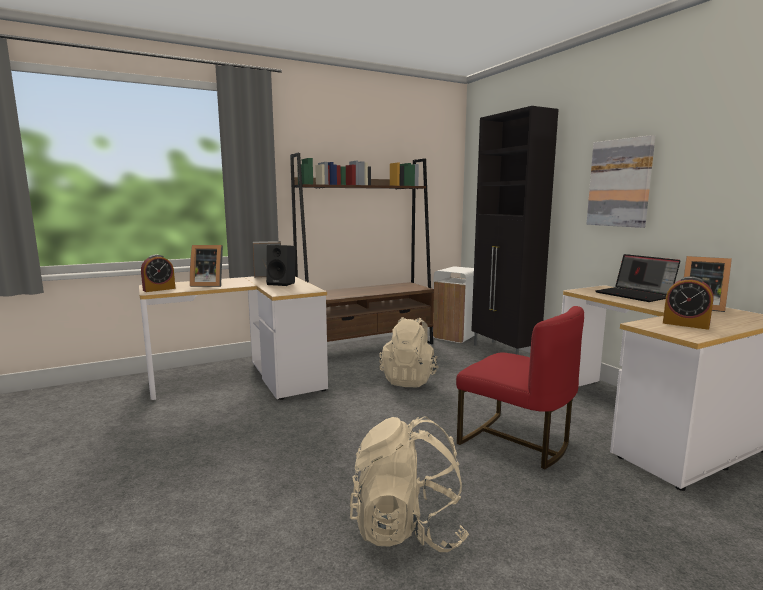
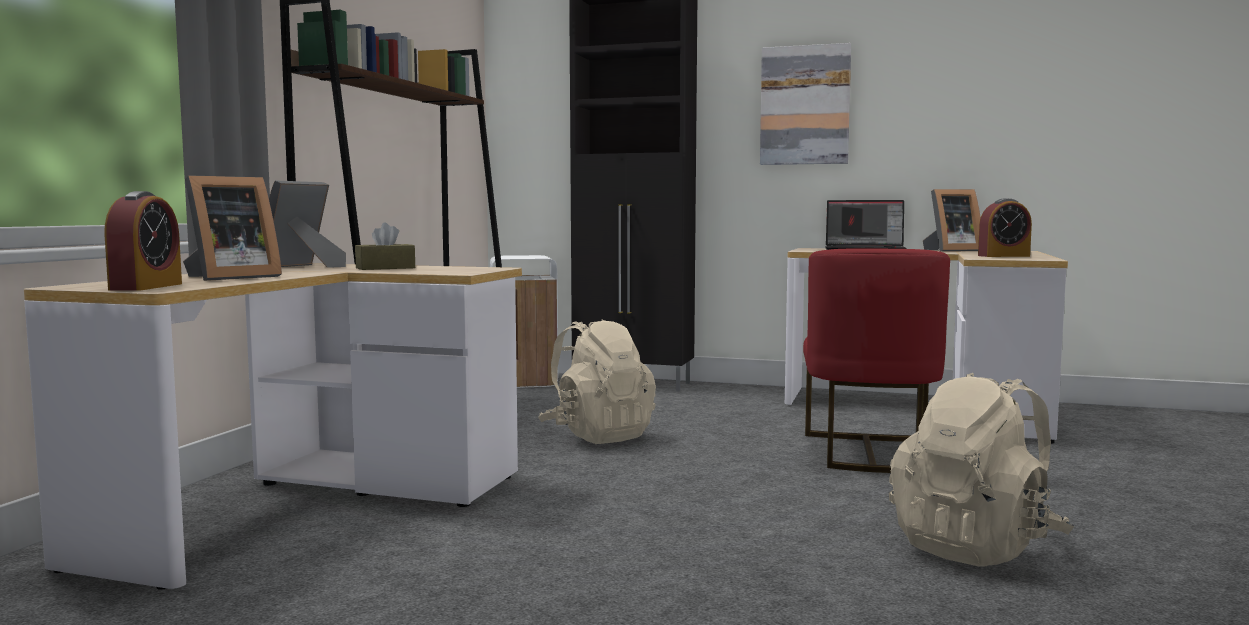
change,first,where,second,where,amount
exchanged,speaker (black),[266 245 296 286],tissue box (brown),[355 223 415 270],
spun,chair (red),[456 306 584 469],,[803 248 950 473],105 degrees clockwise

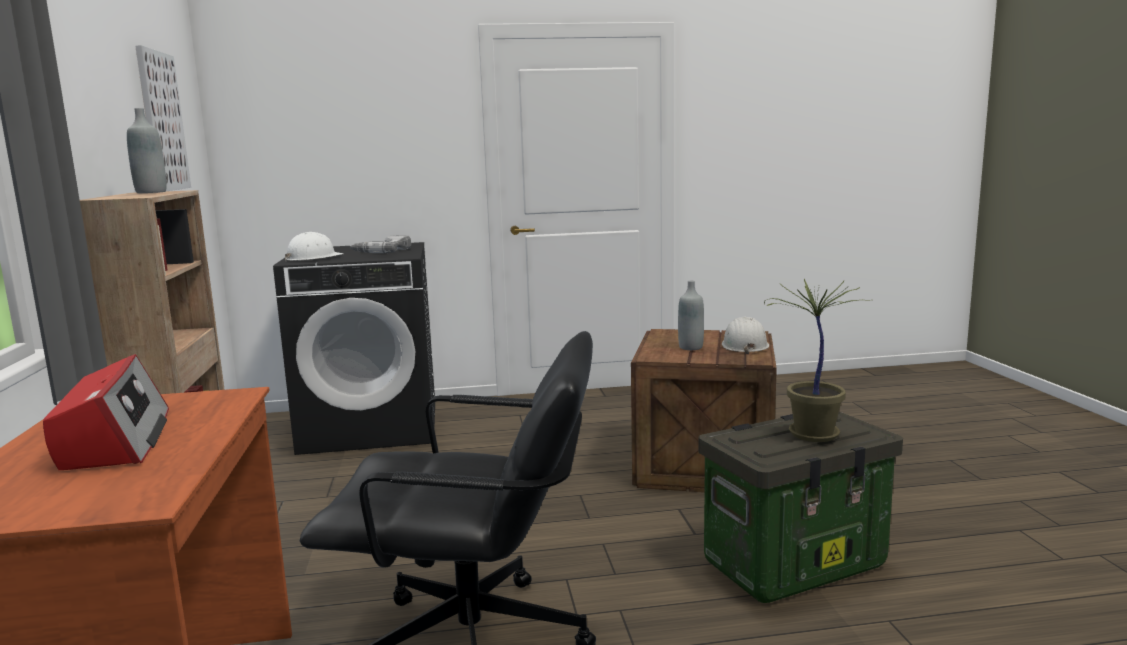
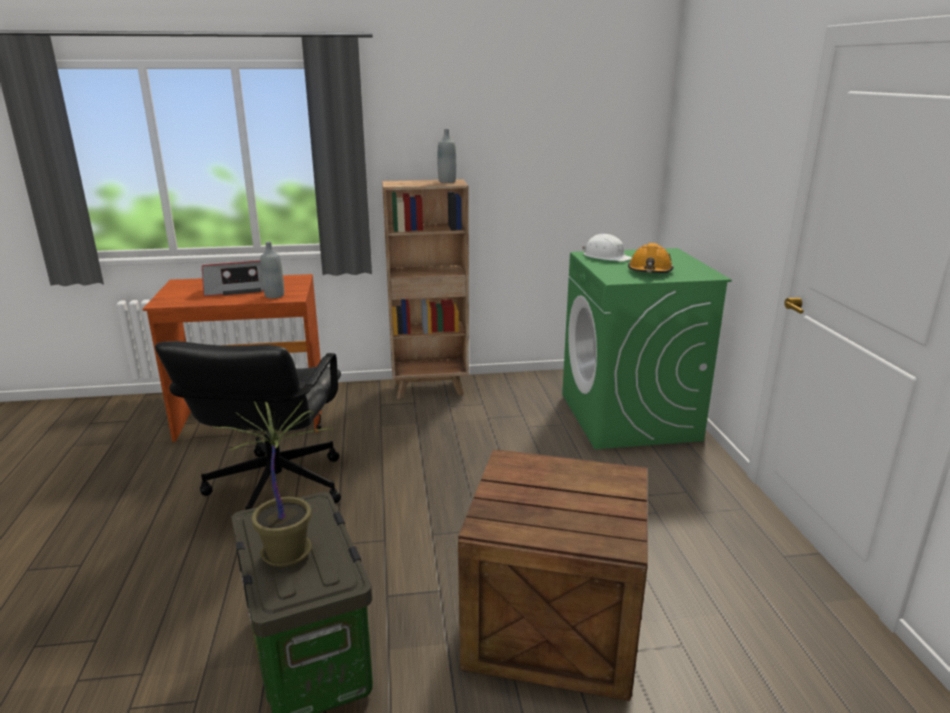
change,first,where,second,where,amount
missing,picture,[135 45 191 191],,,
colour,washing machine (black),[273 242 435 455],washing machine (green),[562 248 732 449],
exchanged,power drill,[350 235 411 253],hard hat (orange),[628 243 673 273],
relocated,bottle (grey),[678 281 704 350],,[260 242 284 298],
missing,hard hat (white),[722 317 769 354],,,

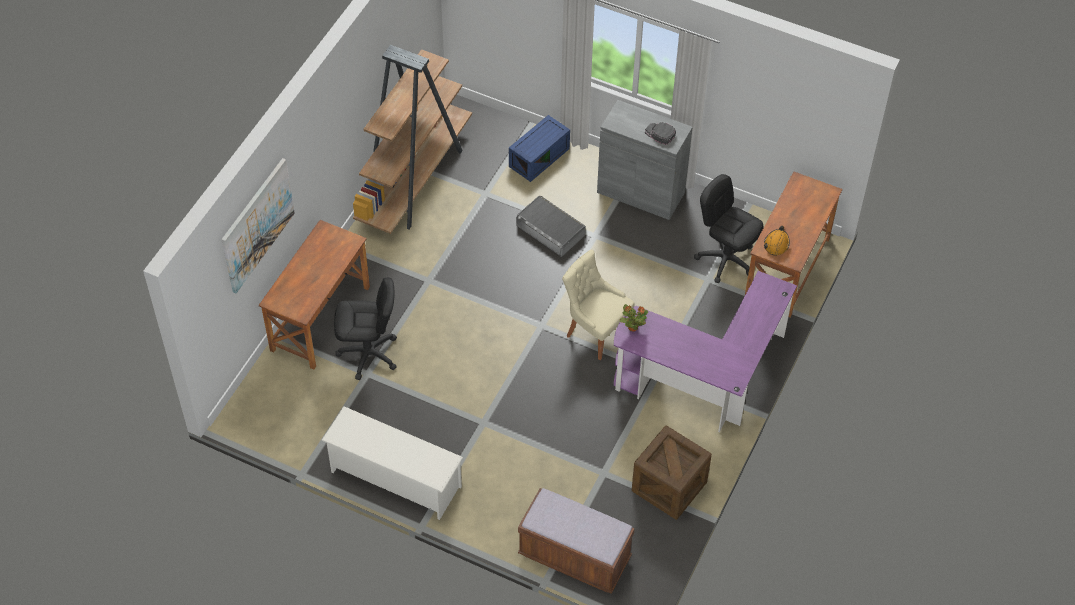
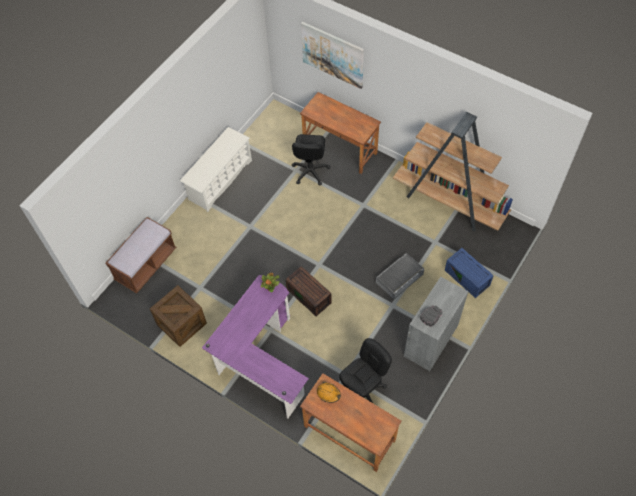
change,first,where,second,where,amount
exchanged,chair (beige),[562 249 635 360],storage box (brown),[286 266 332 316],

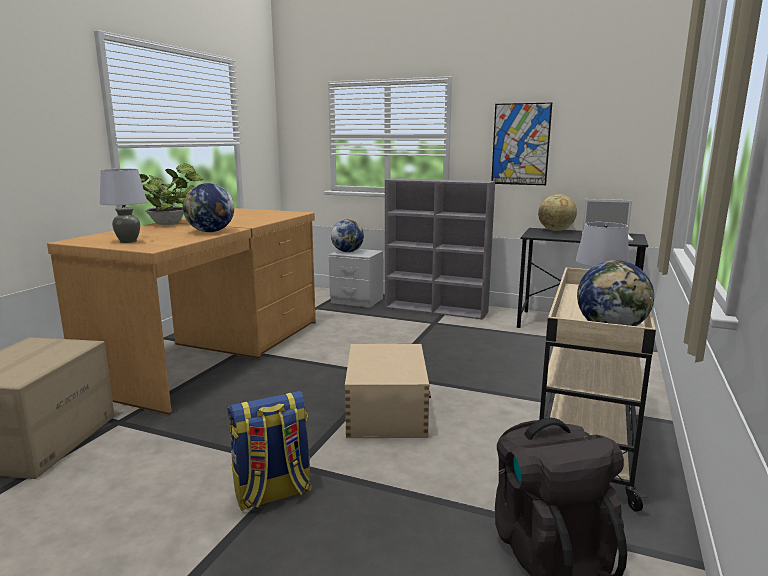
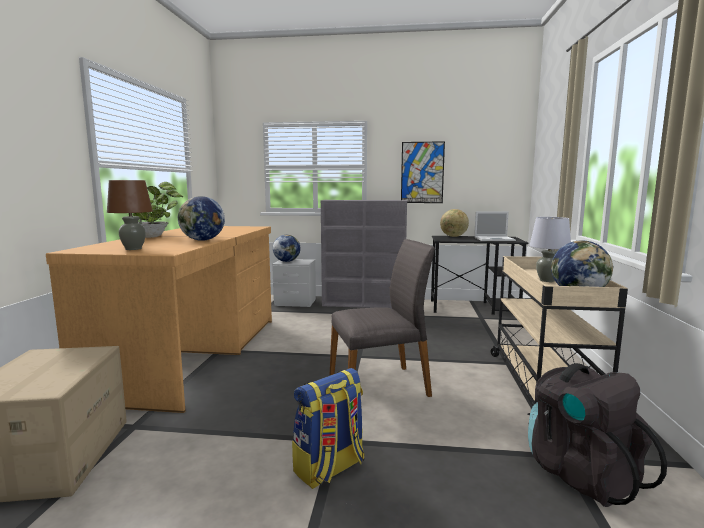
change,first,where,second,where,amount
colour,table lamp (grey),[100 169 147 243],table lamp (brown),[107 180 153 250],
exchanged,storage box (beige),[345 344 431 438],chair (grey),[330 239 435 397],

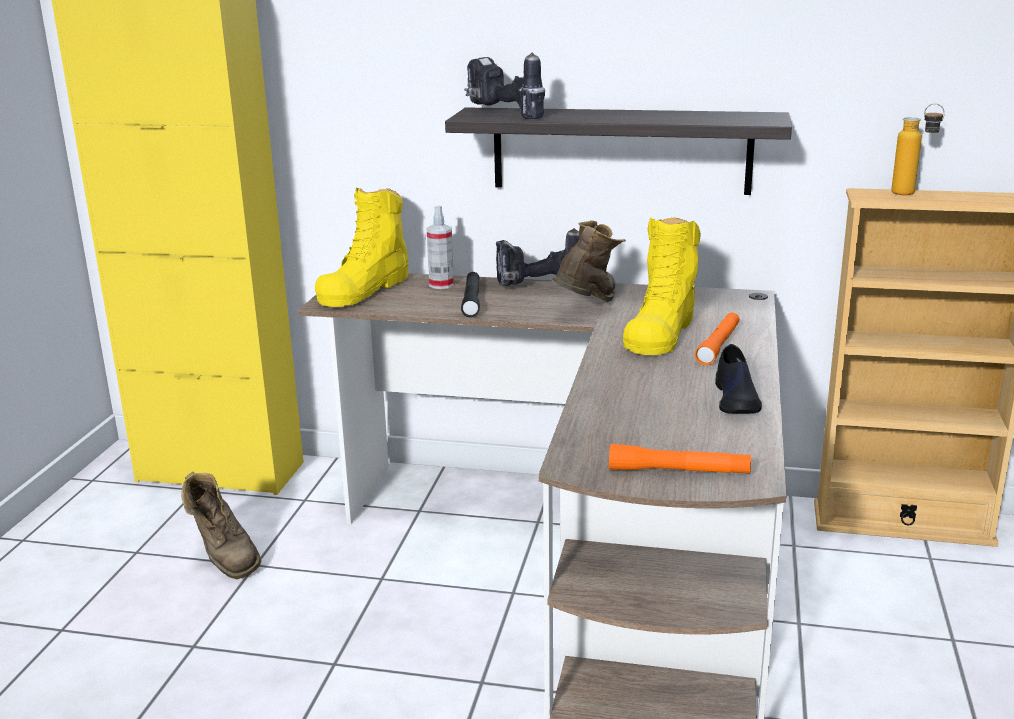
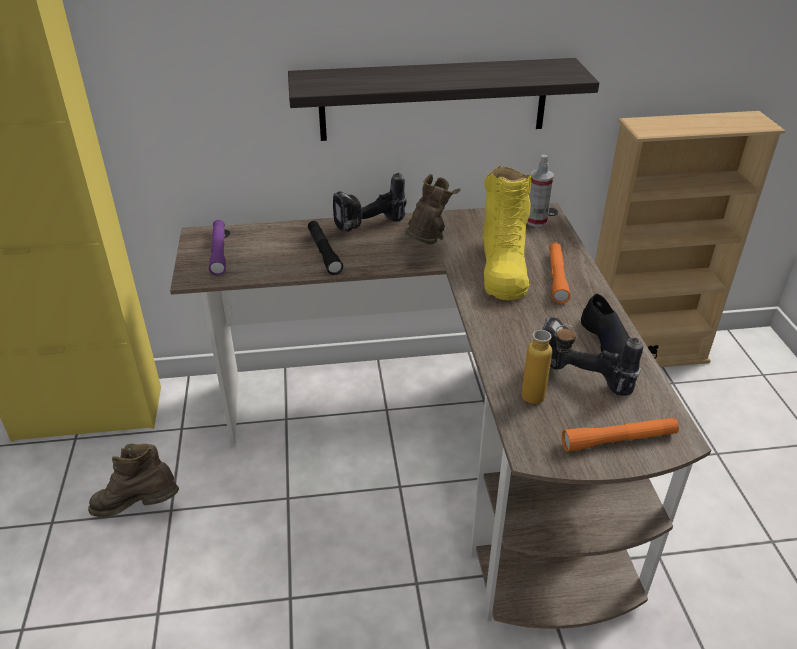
change,first,where,second,where,amount
spun,boot (brown),[181 472 261 579],,[88 444 179 517],150 degrees clockwise
exchanged,boot (yellow),[315 187 409 307],flashlight (purple),[209 220 226 276],
relocated,spray bottle,[427 205 454 289],,[527 154 554 227],
relocated,power drill,[464 53 545 119],,[541 317 643 396],
relocated,bottle,[891 103 945 195],,[521 325 578 404],

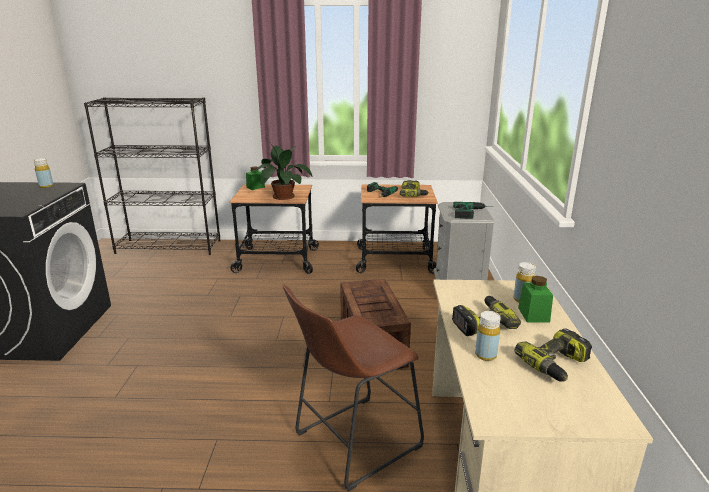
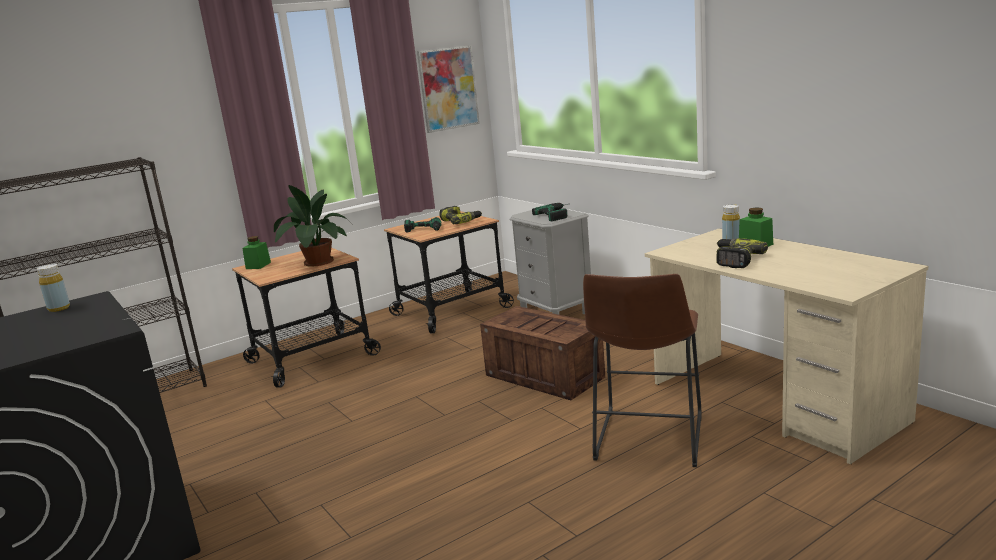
change,first,where,second,where,amount
missing,bottle (yellow),[475 311 501 361],,,
missing,power drill,[514 328 592 382],,,
appeared,,,picture,[417 45 480 133],

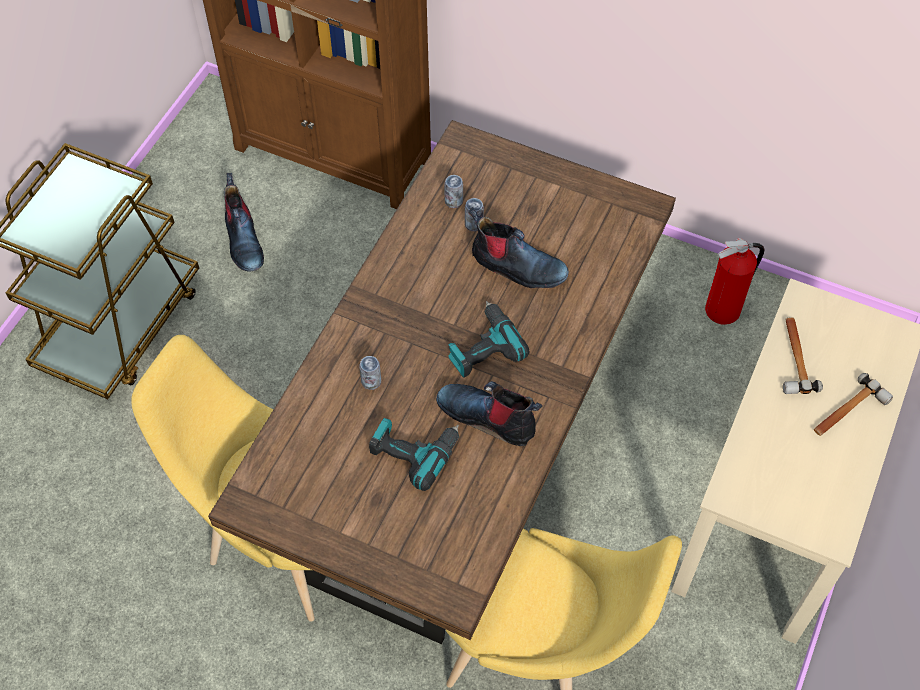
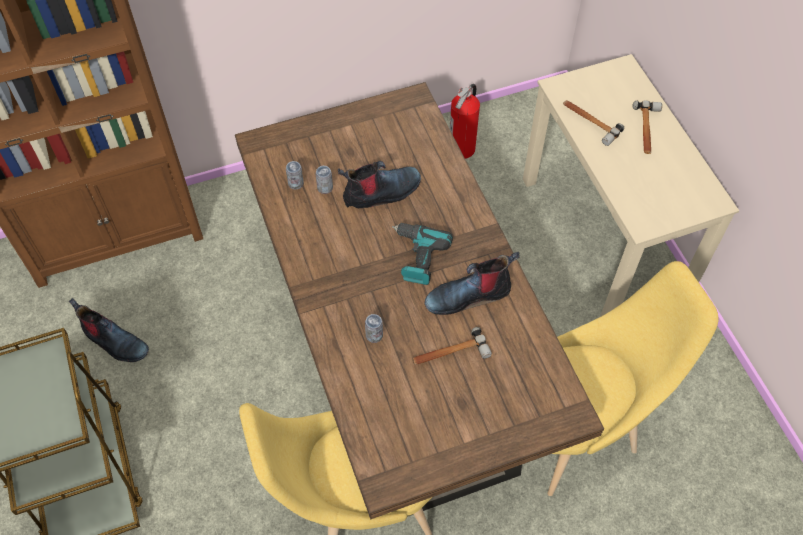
change,first,where,second,where,amount
exchanged,power drill,[369 418 459 491],hammer,[412 327 492 365],

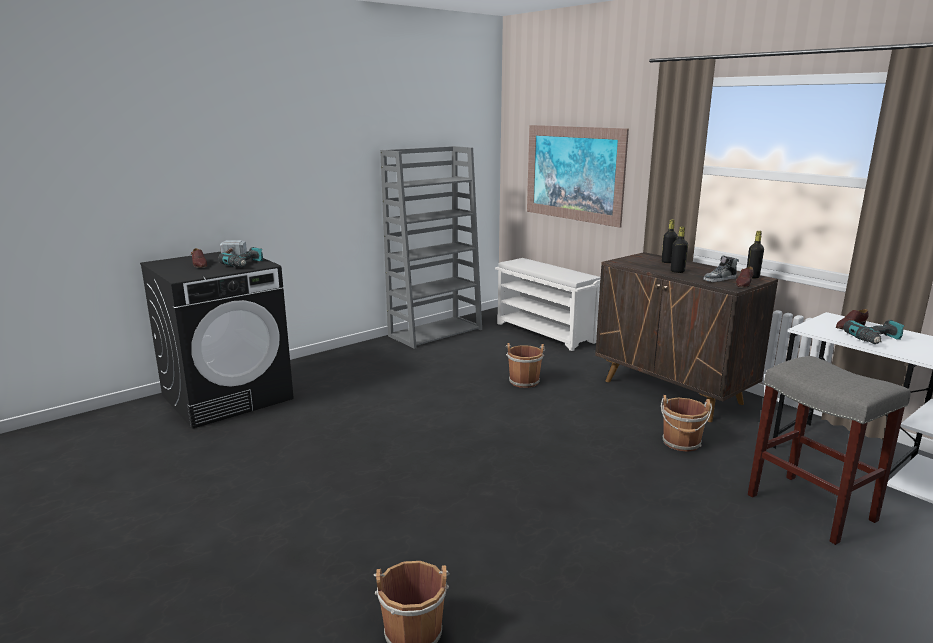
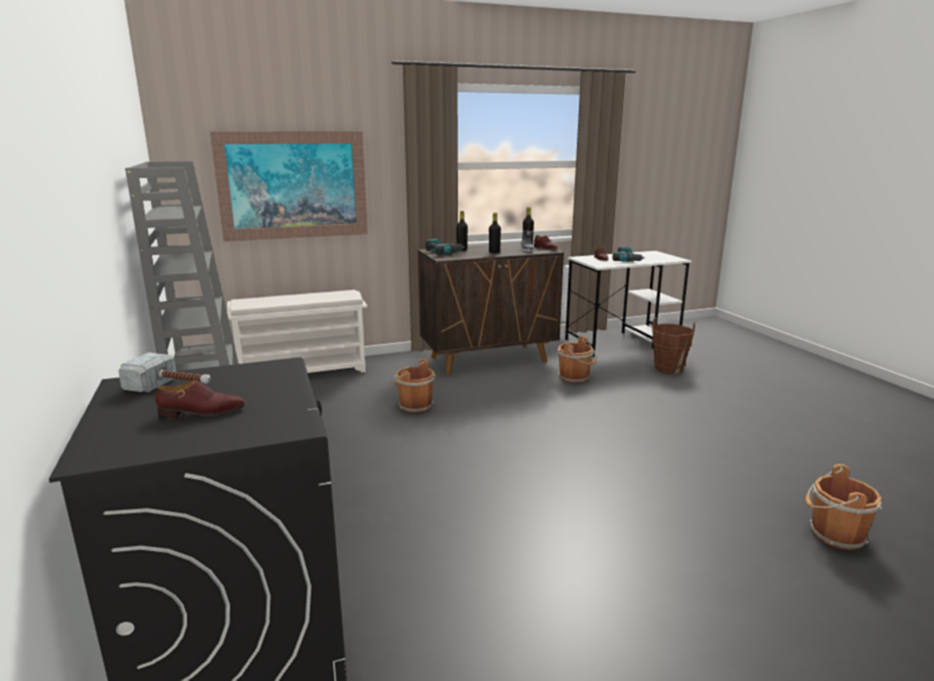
change,first,where,second,where,amount
relocated,power drill,[218 247 263 267],,[426 239 465 255],
exchanged,stool (grey),[748 356 910 545],bucket (brown),[652 317 695 374],

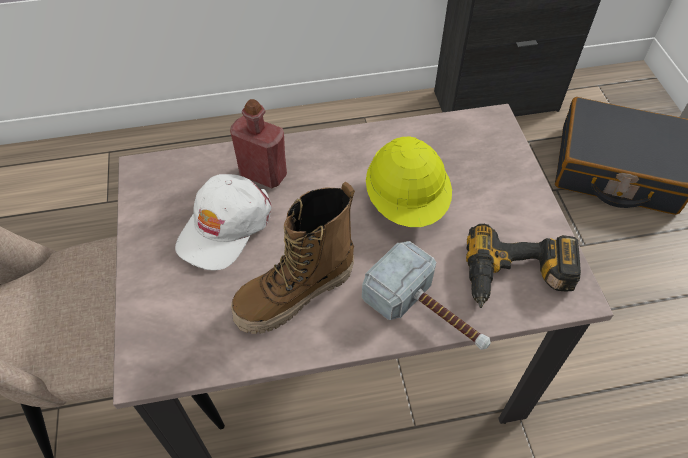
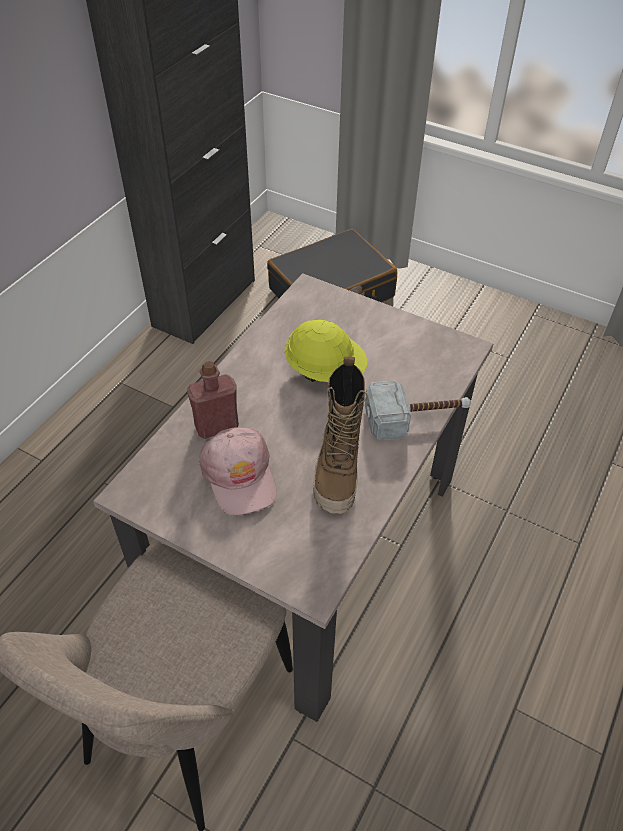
change,first,where,second,where,amount
colour,cap (white),[175 174 272 270],cap (pink),[199 427 277 516],
missing,power drill,[466 224 581 308],,,

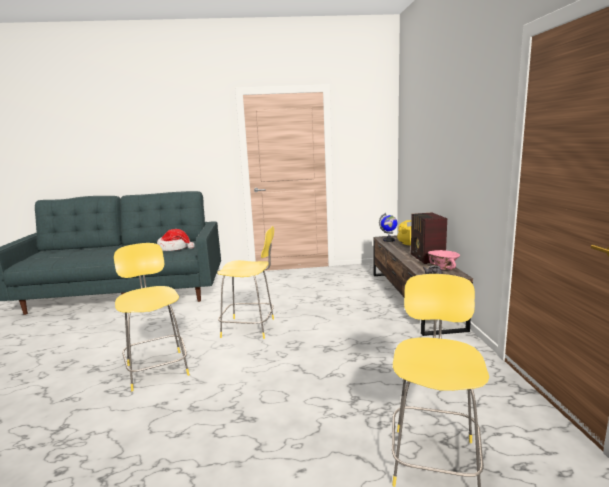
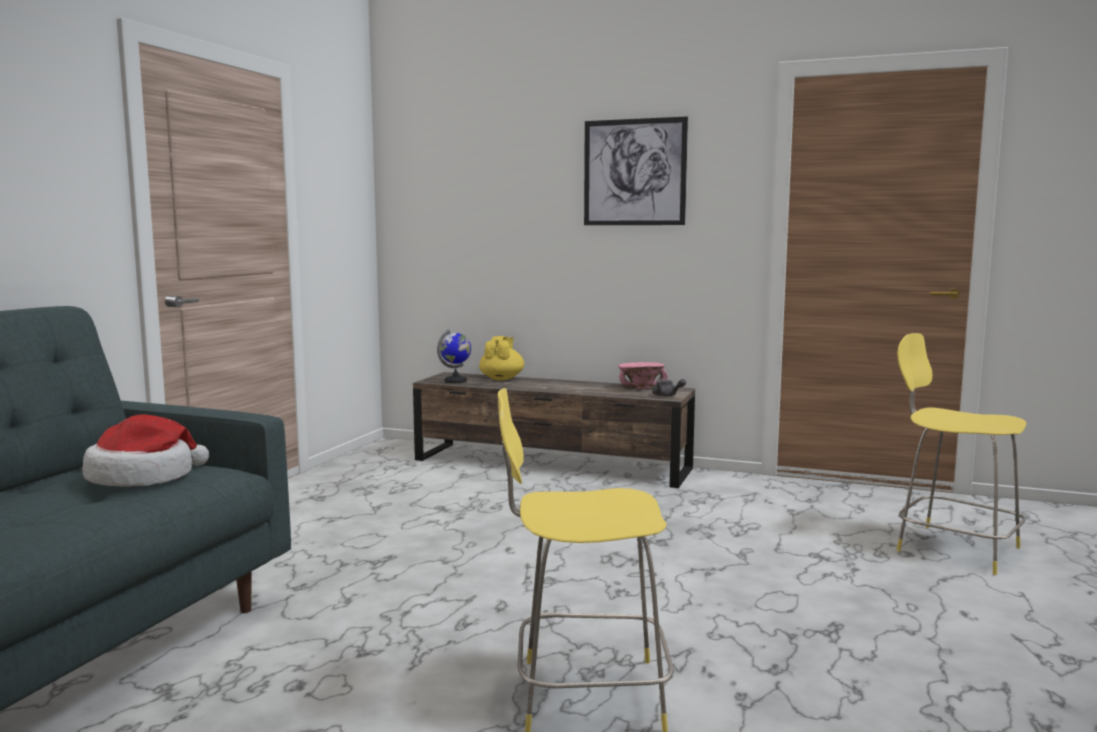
change,first,where,second,where,amount
missing,stool (yellow),[217 226 274 339],,,
missing,radio,[411 213 447 264],,,
appeared,,,picture,[584 116 688 225],

